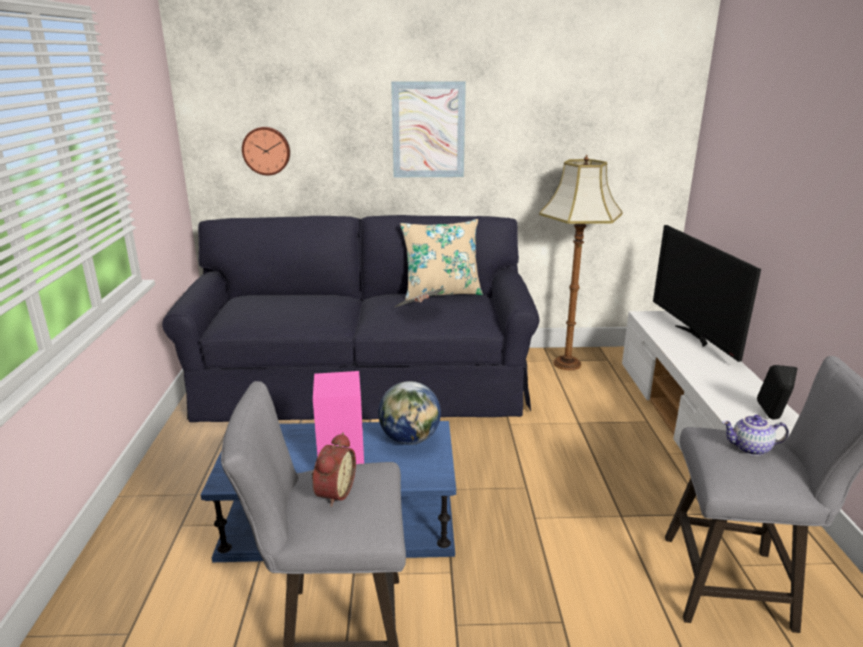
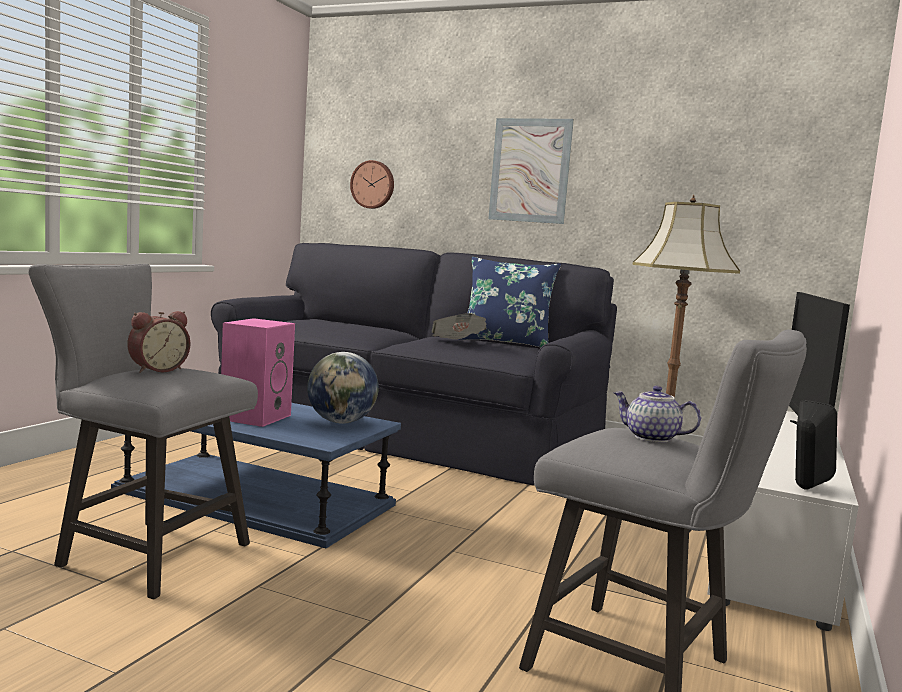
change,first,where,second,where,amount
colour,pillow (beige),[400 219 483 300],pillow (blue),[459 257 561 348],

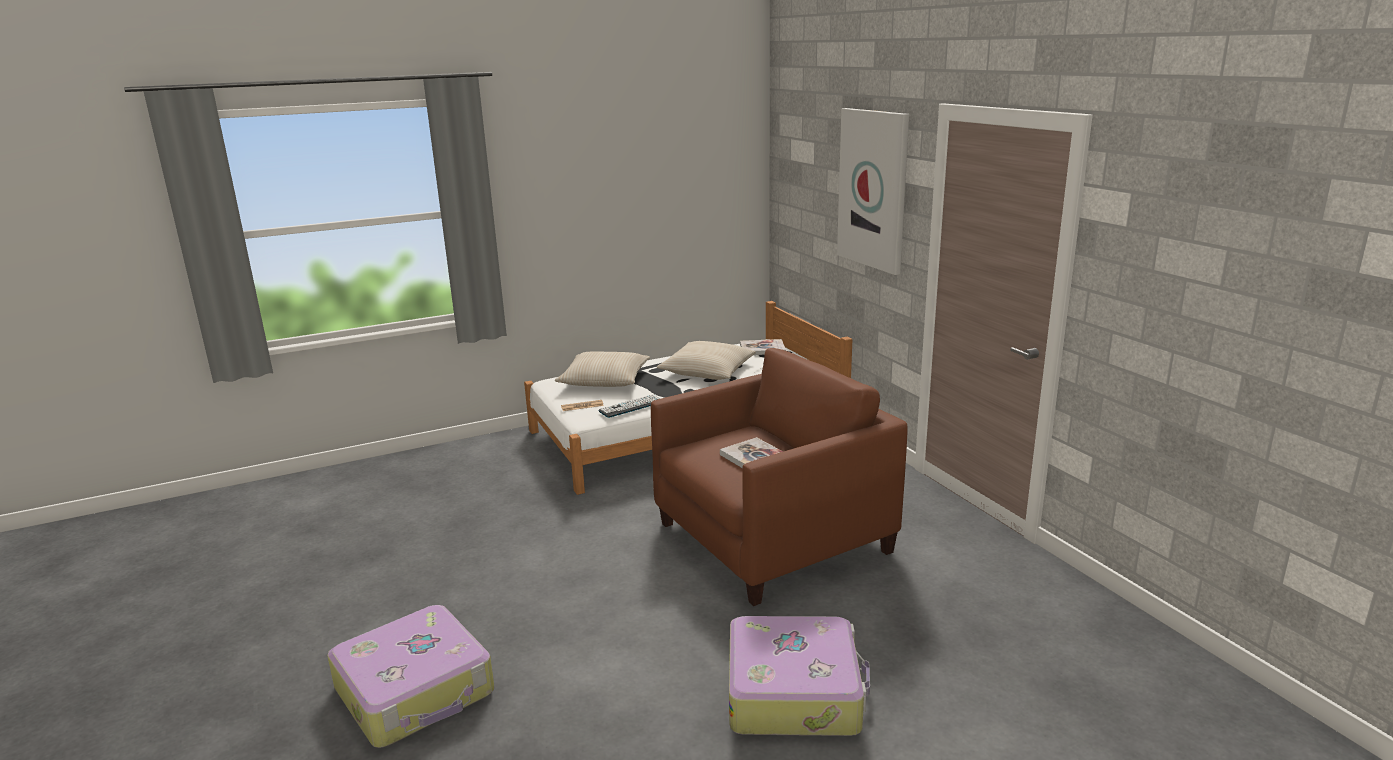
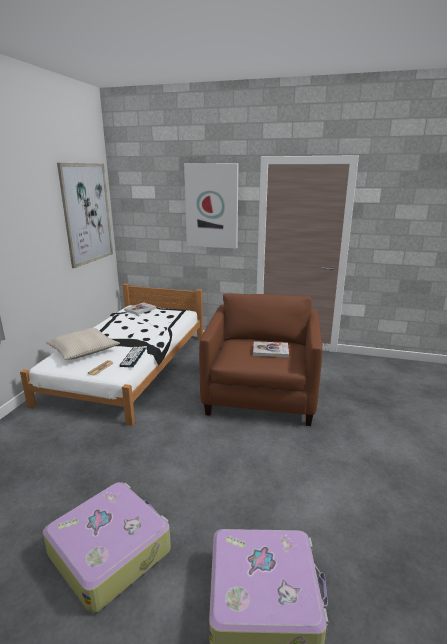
change,first,where,second,where,amount
missing,pillow (beige),[657 341 756 380],,,
relocated,suitcase,[729 616 870 736],,[43 482 171 613],
appeared,,,picture,[57 163 113 268],

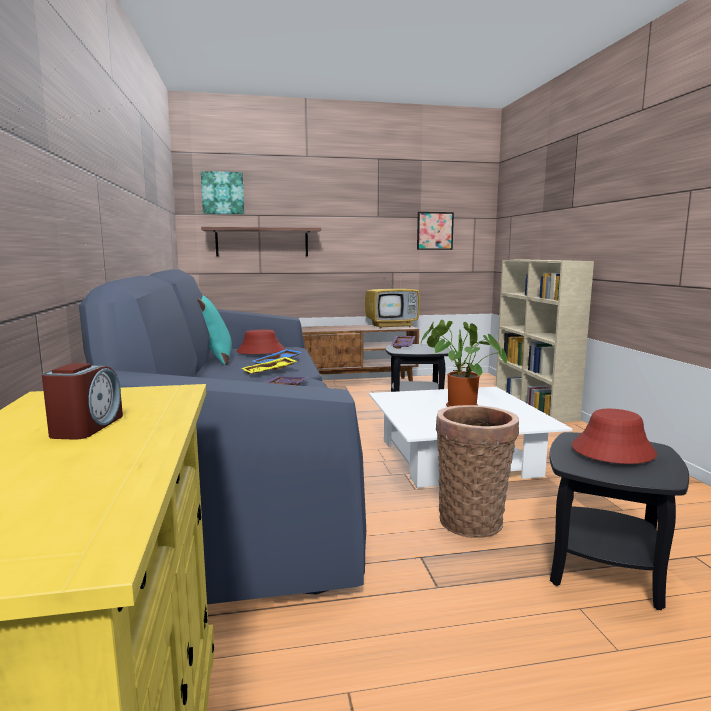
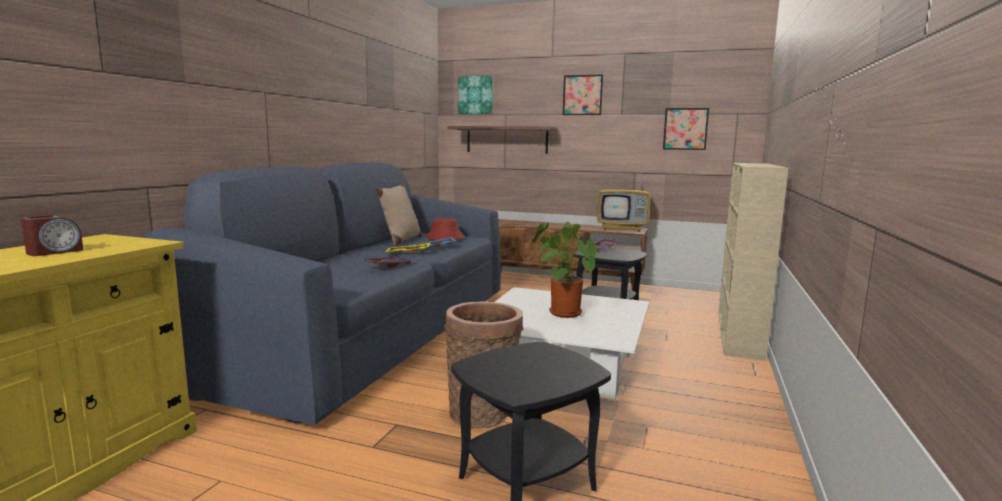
change,first,where,second,where,amount
colour,pillow (turquoise),[197 293 232 365],pillow (beige),[374 183 422 245],
missing,hat (red),[572 409 657 464],,,
appeared,,,picture,[563 74 603 115],

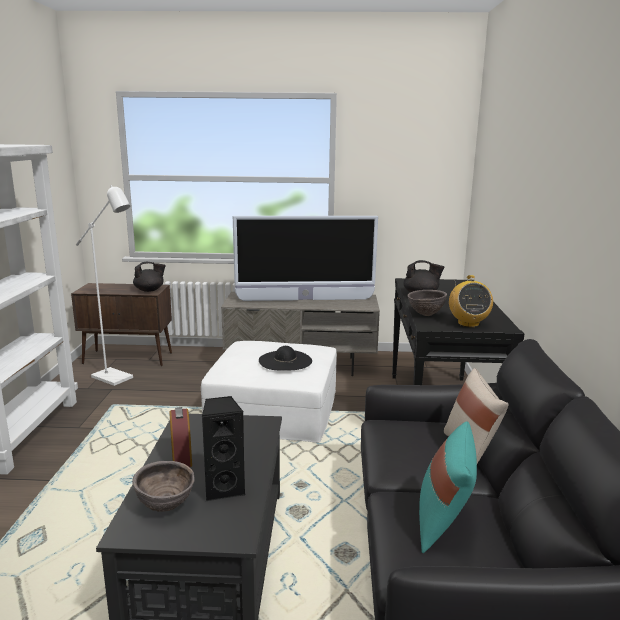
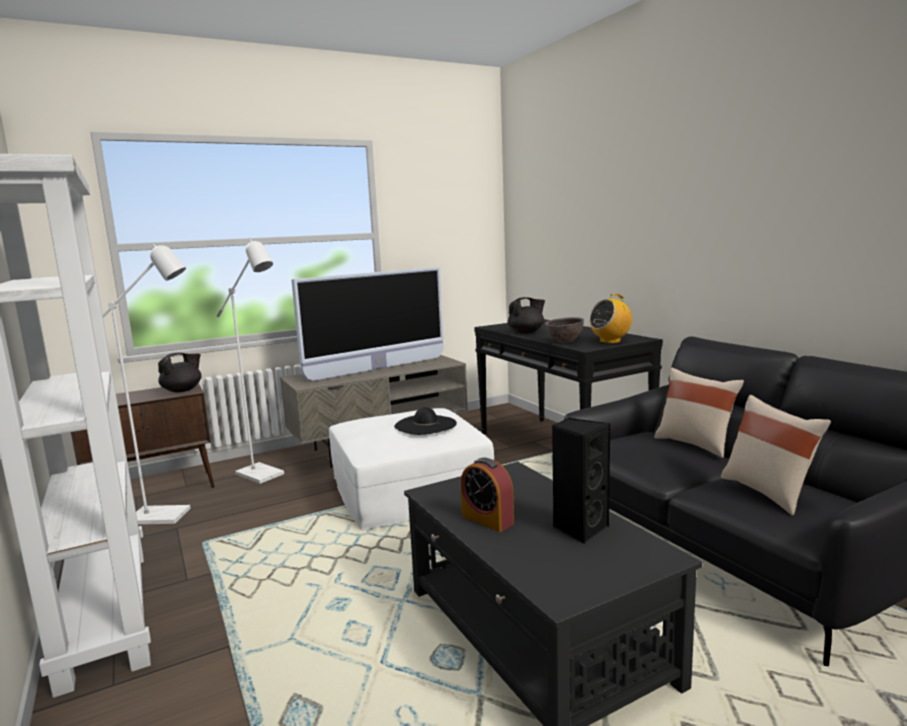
change,first,where,second,where,amount
missing,bowl (brown),[132 461 195 512],,,
colour,pillow (turquoise),[419 421 477 553],pillow (beige),[721 395 831 516],
spun,radio,[449 275 493 327],,[589 294 632 343],90 degrees clockwise
appeared,,,floor lamp (white),[216 239 284 484],

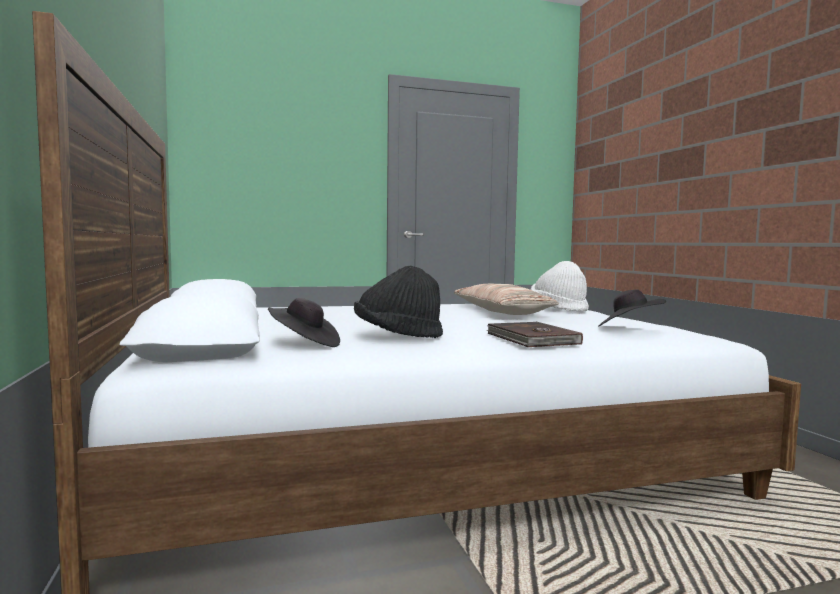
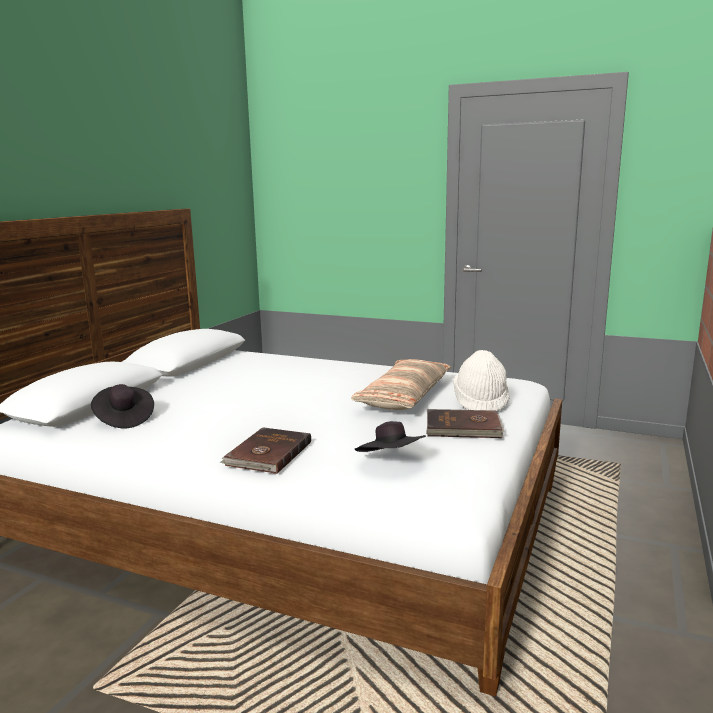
change,first,where,second,where,amount
missing,hat (black),[354 266 443 338],,,
appeared,,,book (brown),[426 409 505 438],

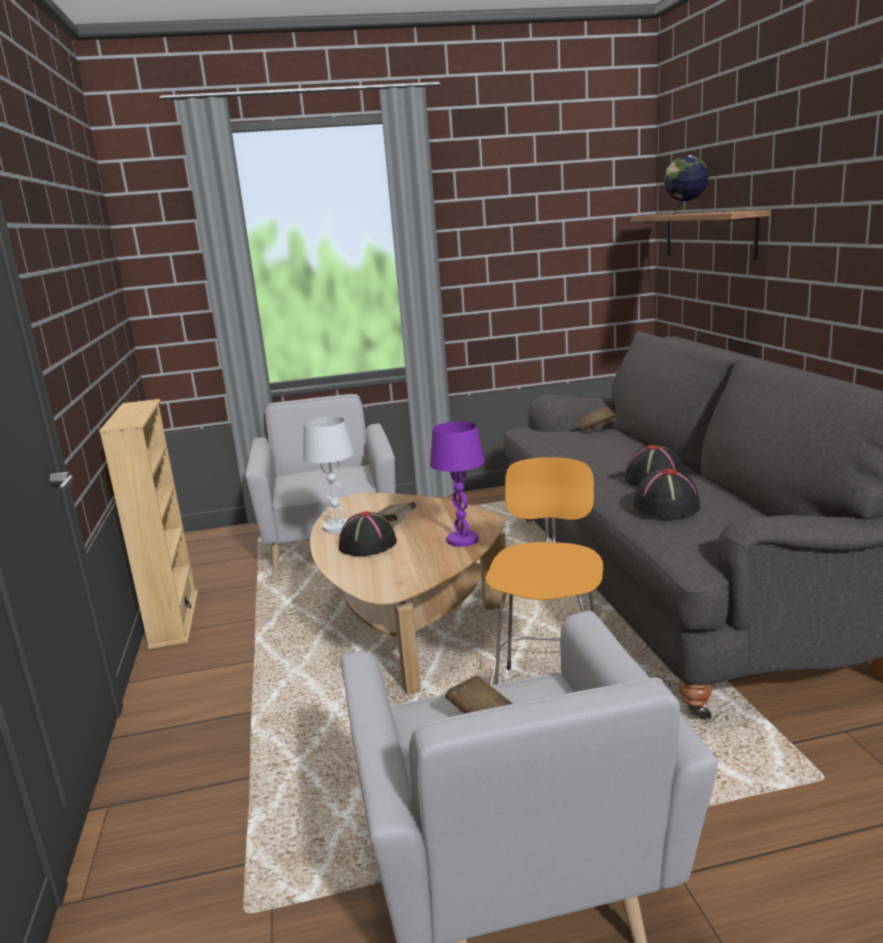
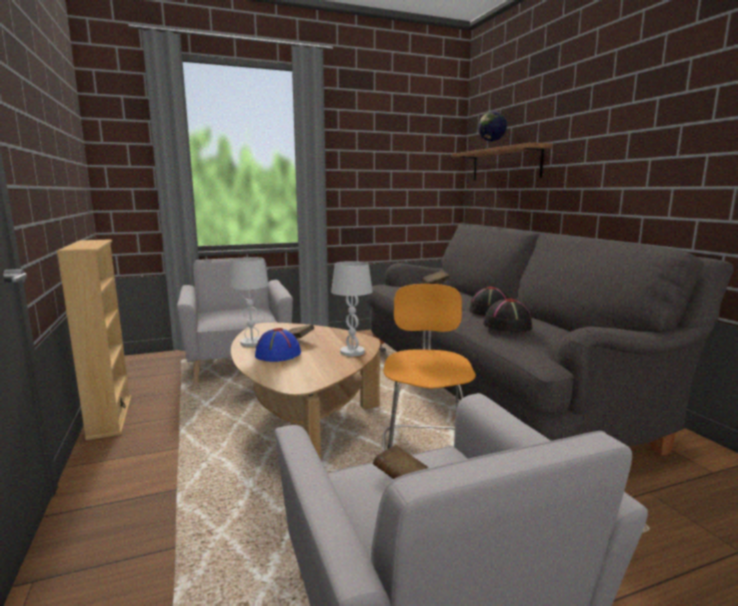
change,first,where,second,where,amount
colour,hat (black),[339 511 397 556],hat (blue),[255 328 301 362],
colour,table lamp (purple),[430 421 484 547],table lamp (white),[331 261 373 356],

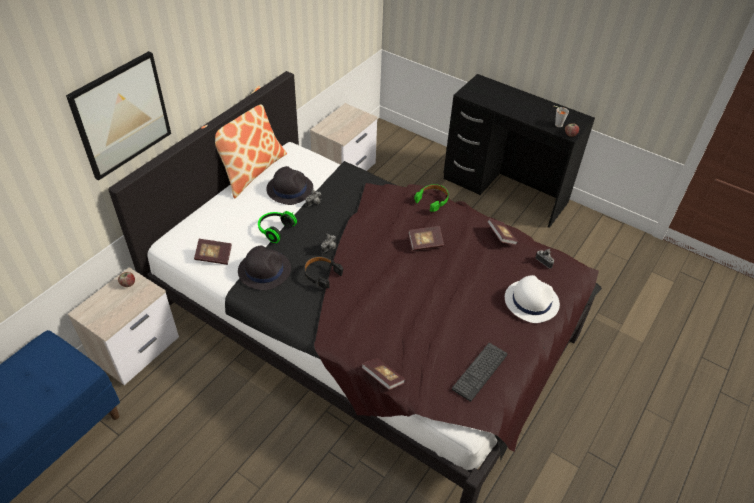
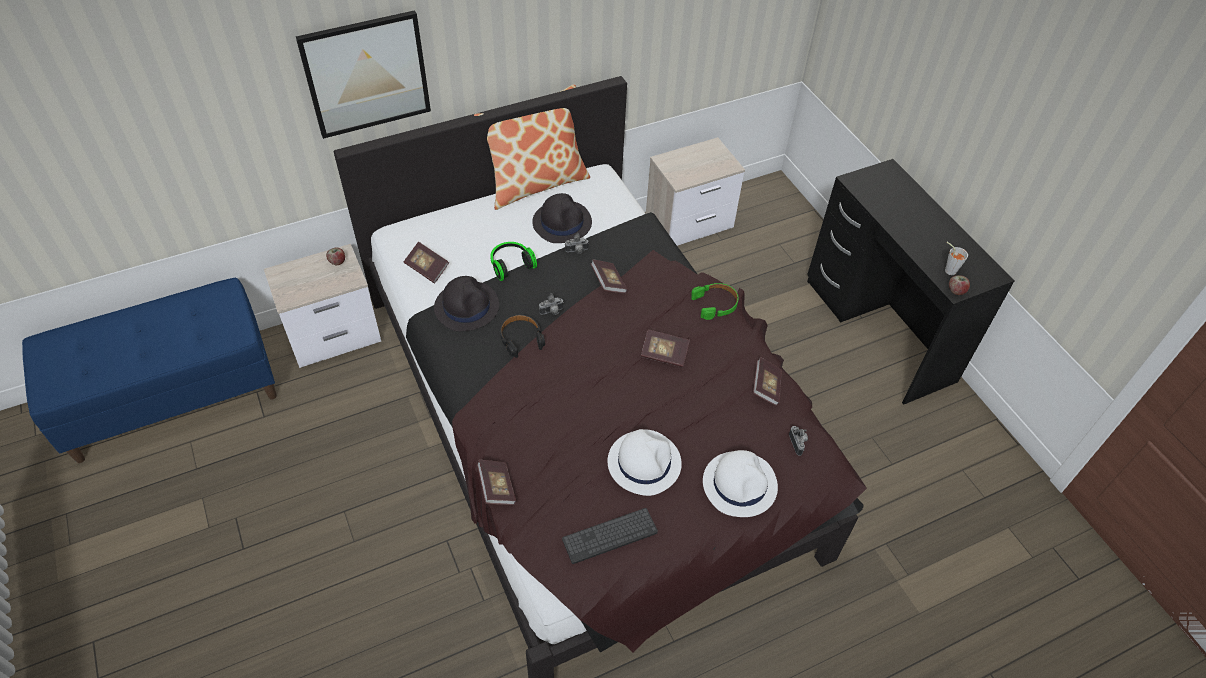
change,first,where,second,where,amount
appeared,,,book,[591 259 627 293],
appeared,,,hat (white),[608 429 682 496],

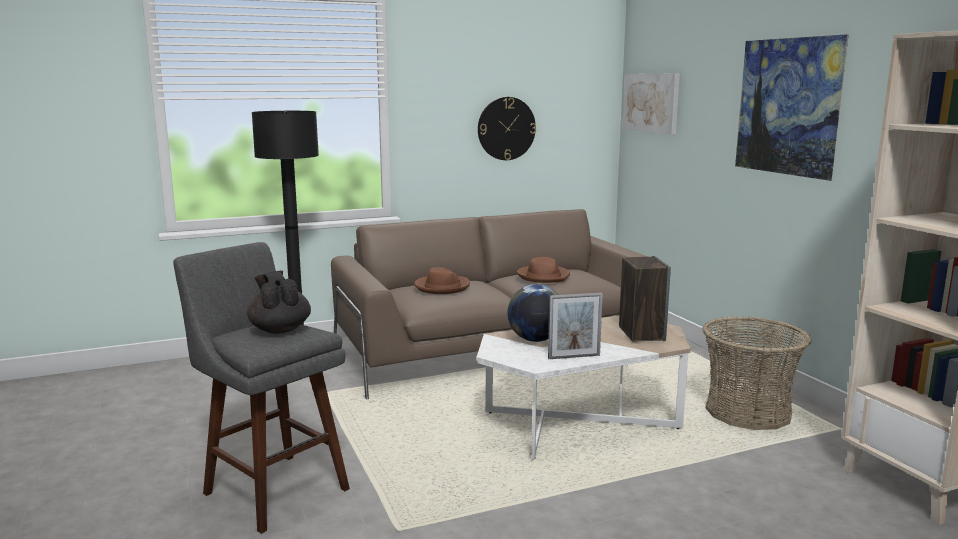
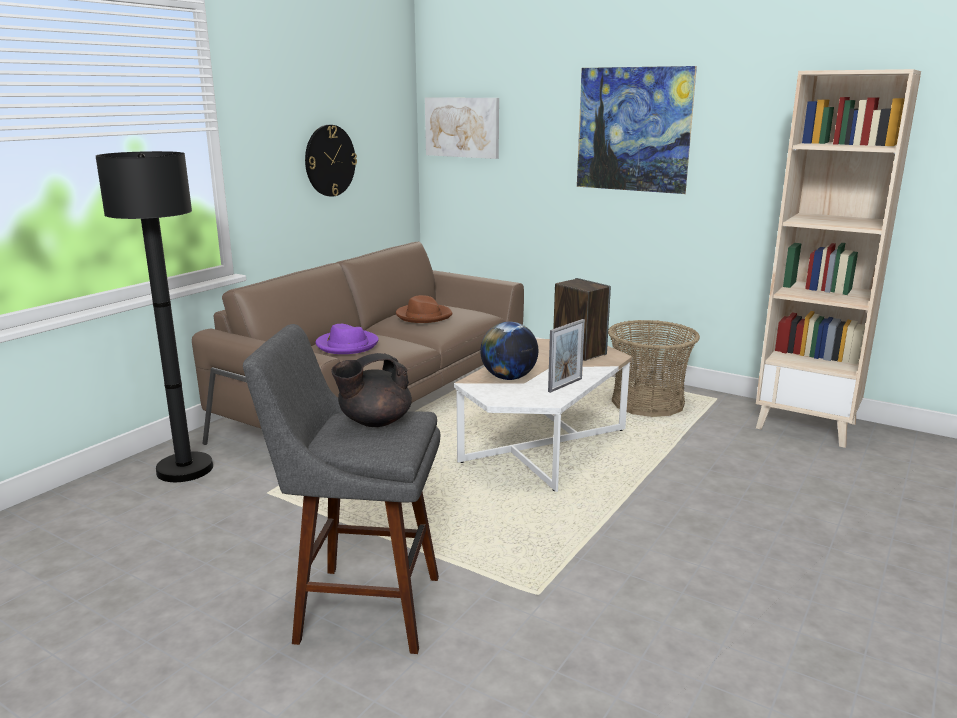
change,first,where,second,where,amount
spun,teapot (black),[247 271 311 334],,[331 353 412 427],60 degrees counterclockwise
colour,hat (brown),[414 267 470 294],hat (purple),[316 324 379 354],

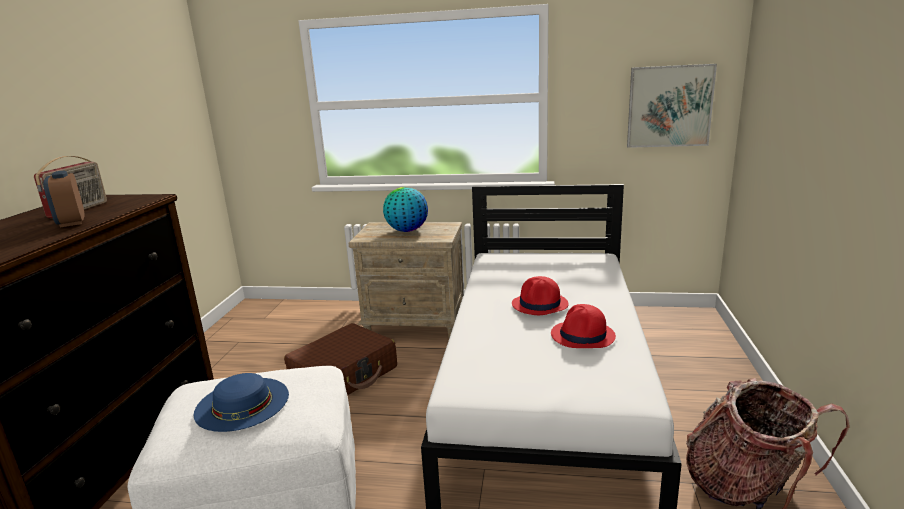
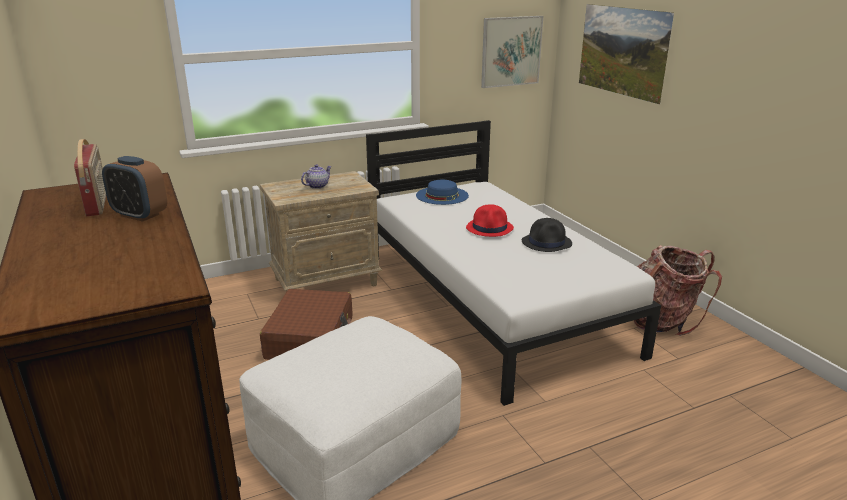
change,first,where,second,where,amount
relocated,hat (blue),[194 373 289 432],,[416 180 469 205],
exchanged,globe,[383 187 428 232],teapot,[301 164 332 189],
colour,hat (red),[551 304 616 348],hat (black),[522 218 572 252],
appeared,,,picture,[579 4 674 104],

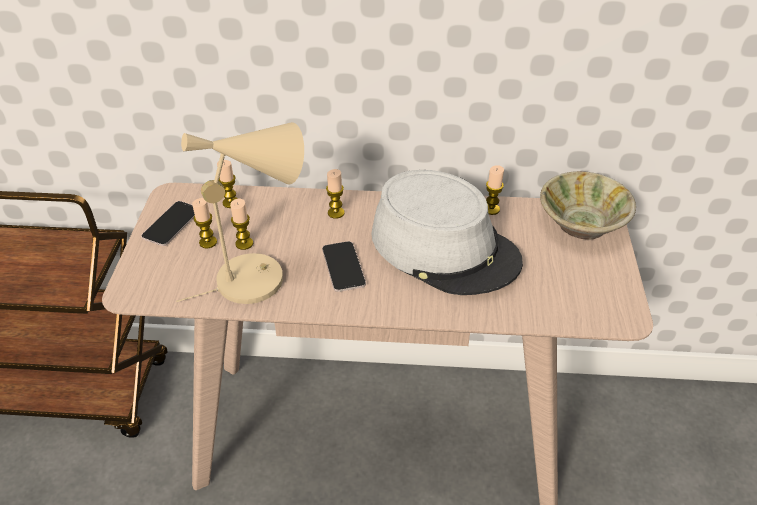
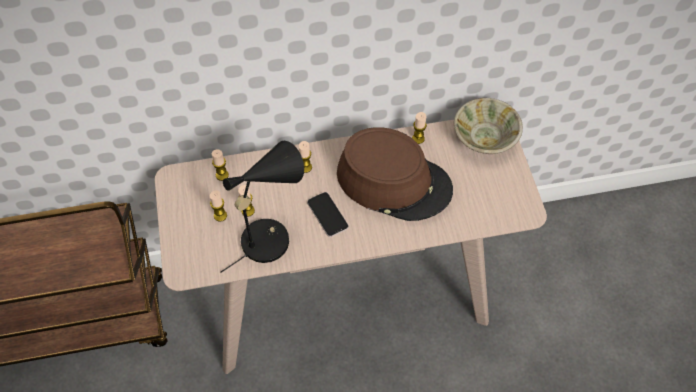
change,first,where,second,where,amount
missing,phone,[141 201 195 246],,,
colour,table lamp (beige),[176 122 304 304],table lamp (black),[221 141 304 272],
colour,hat (grey),[371 170 523 295],hat (brown),[337 127 453 221],

